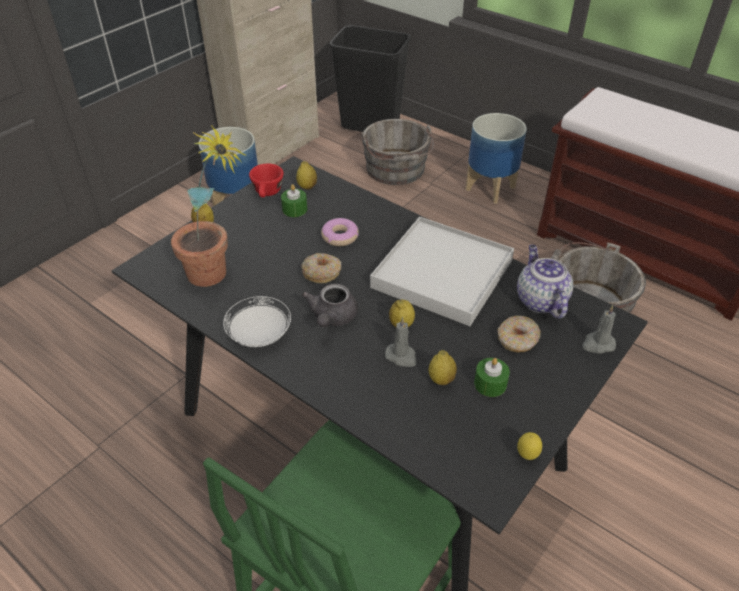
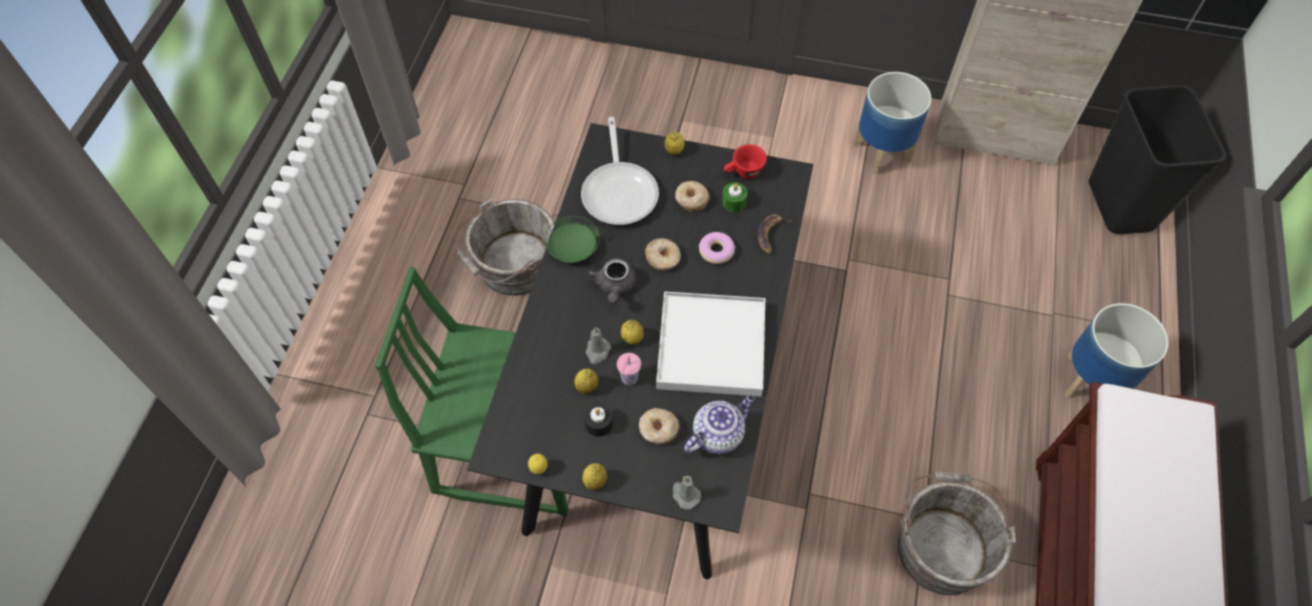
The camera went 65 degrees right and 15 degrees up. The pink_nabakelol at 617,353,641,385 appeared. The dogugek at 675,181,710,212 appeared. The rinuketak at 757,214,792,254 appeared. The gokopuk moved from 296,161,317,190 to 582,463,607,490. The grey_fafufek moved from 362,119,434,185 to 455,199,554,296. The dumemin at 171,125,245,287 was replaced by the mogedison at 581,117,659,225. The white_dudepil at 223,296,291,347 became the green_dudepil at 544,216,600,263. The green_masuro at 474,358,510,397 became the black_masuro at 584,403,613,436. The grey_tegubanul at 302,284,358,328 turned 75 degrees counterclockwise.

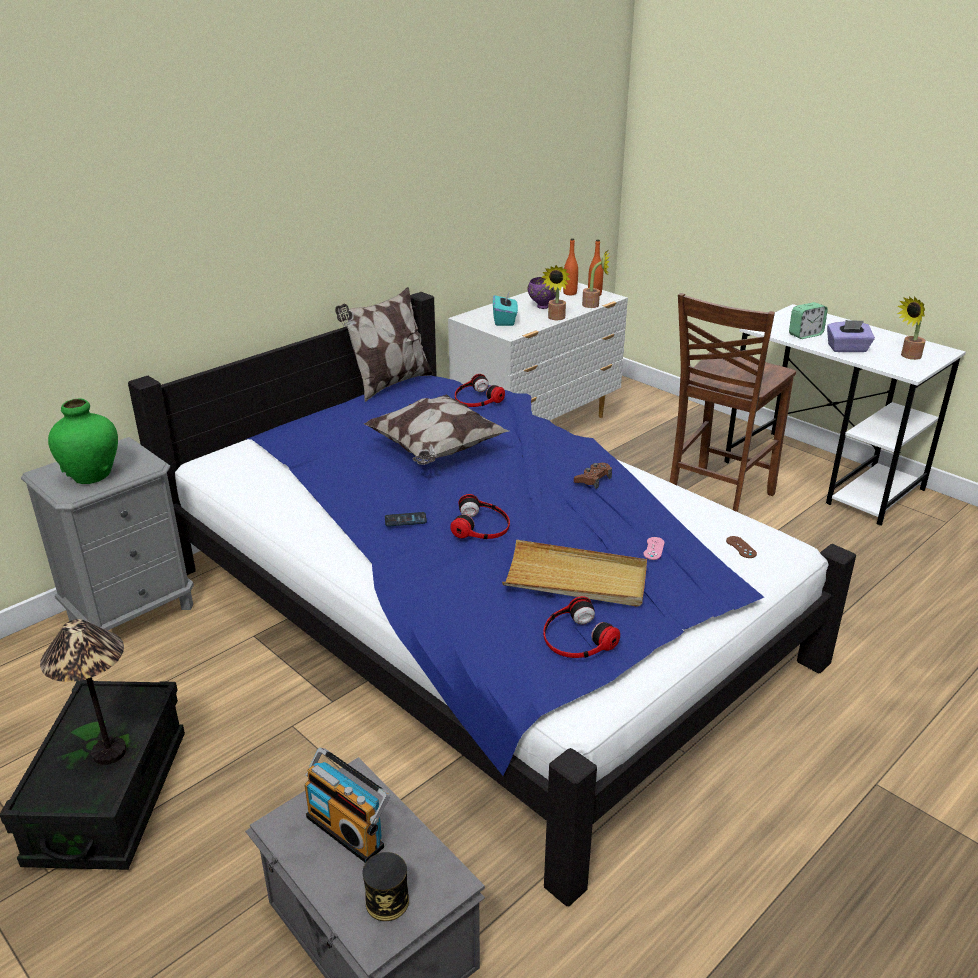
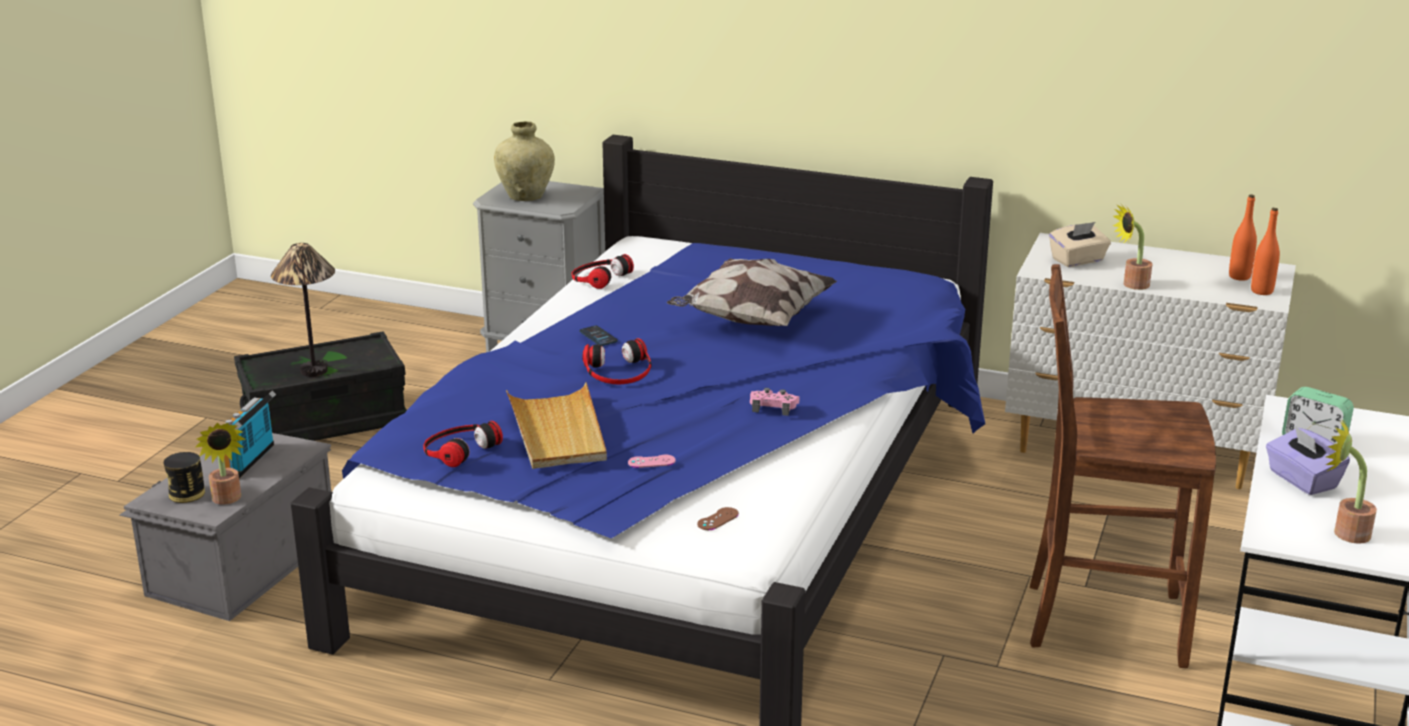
The camera went 65 degrees right and 5 degrees down. The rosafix at 335,287,433,402 disappeared. The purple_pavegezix at 527,277,556,309 disappeared. The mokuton moved from 455,374,505,407 to 571,254,634,289. The dumemin moved from 582,250,610,308 to 195,423,246,505. The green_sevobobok at 48,398,118,484 became the beige_sevobobok at 494,121,555,201. The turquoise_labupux at 493,293,518,326 became the beige_labupux at 1049,222,1111,267. The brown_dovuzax at 574,463,612,489 became the pink_dovuzax at 750,388,799,416.

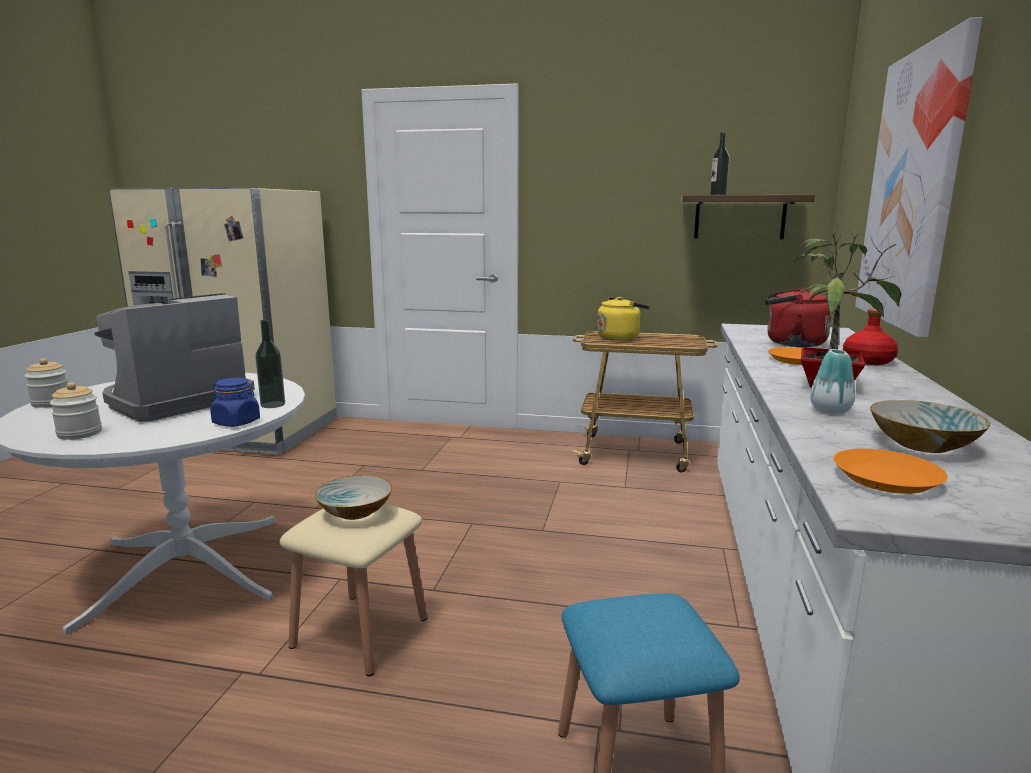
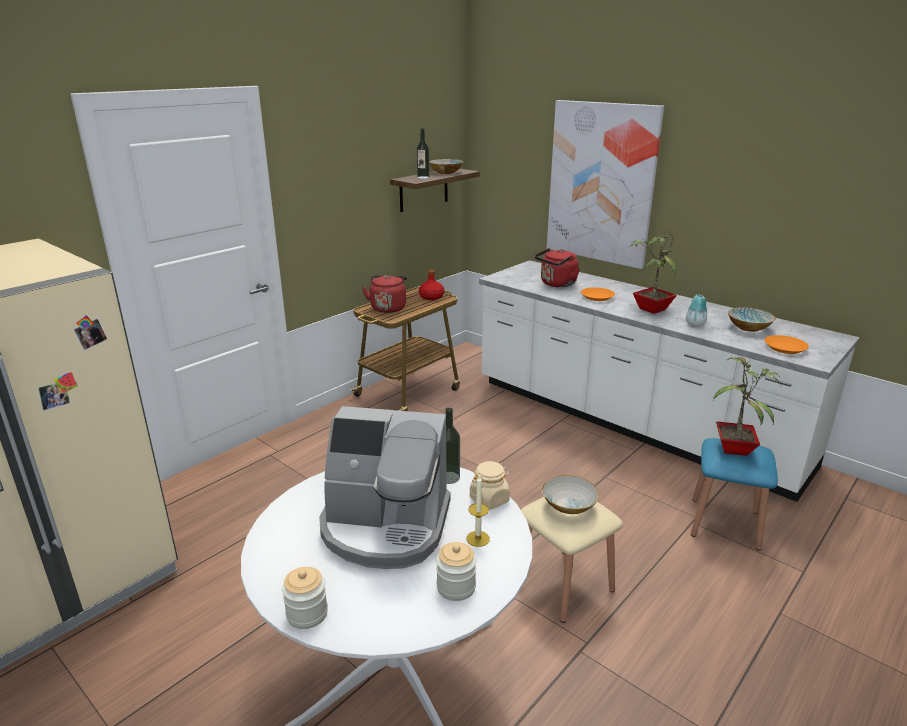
The camera went 60 degrees left and 10 degrees up. The pavegezix at 429,159,463,174 appeared. The masuro at 466,475,490,547 appeared. The dumemin at 713,357,781,456 appeared. The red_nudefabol moved from 843,308,898,365 to 419,270,444,300. The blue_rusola at 210,378,260,427 became the beige_rusola at 470,461,510,510. The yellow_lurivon at 597,297,649,340 became the red_lurivon at 362,275,407,313. The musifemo at 94,293,255,422 turned 60 degrees counterclockwise.

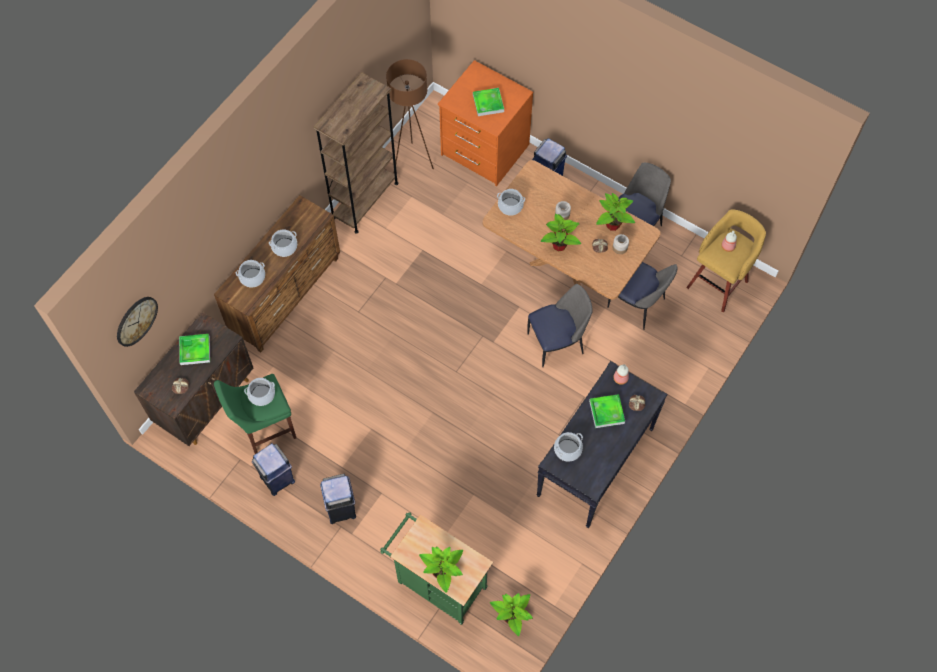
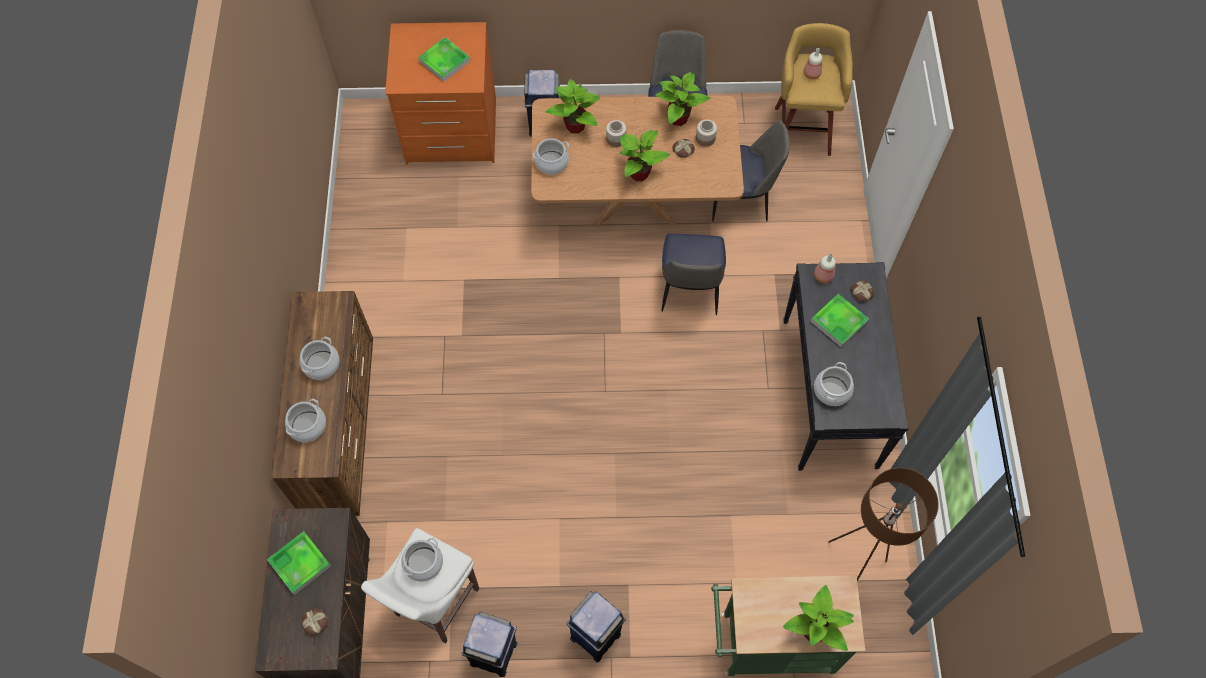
The camera went 35 degrees left and 0 degrees up. The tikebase at 117,297,158,347 disappeared. The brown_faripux at 313,72,398,234 disappeared. The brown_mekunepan moved from 386,59,434,169 to 828,468,939,581. The dumemin moved from 490,593,533,636 to 546,79,600,134. The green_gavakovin at 214,374,296,454 became the white_gavakovin at 361,528,479,644. The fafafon at 527,284,593,367 turned 150 degrees clockwise.

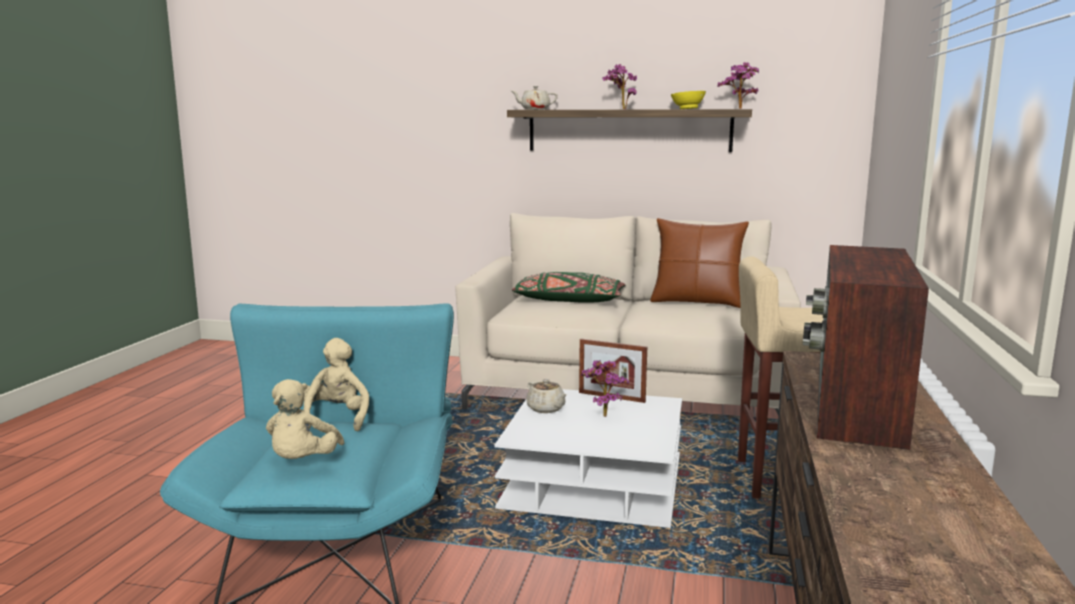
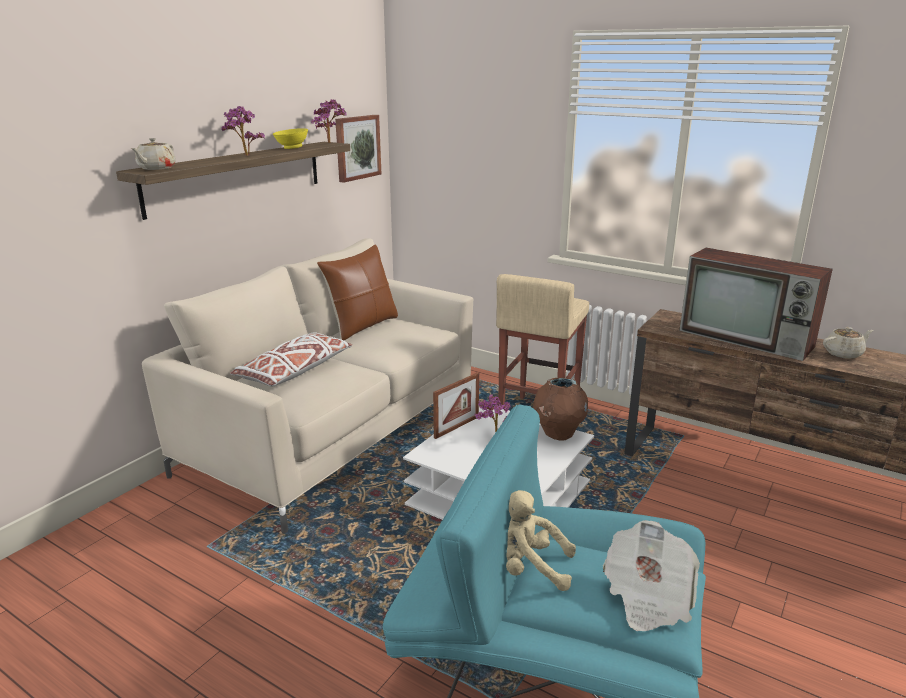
The camera went 70 degrees left and 10 degrees up. The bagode at 335,115,382,183 appeared. The brown_sevobobok at 533,377,588,441 appeared. The beige_tegubanul moved from 526,379,567,413 to 823,327,874,359. The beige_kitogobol at 266,379,345,459 was replaced by the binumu at 603,520,700,631. The green_rosafix at 512,272,625,303 became the white_rosafix at 230,333,352,386.

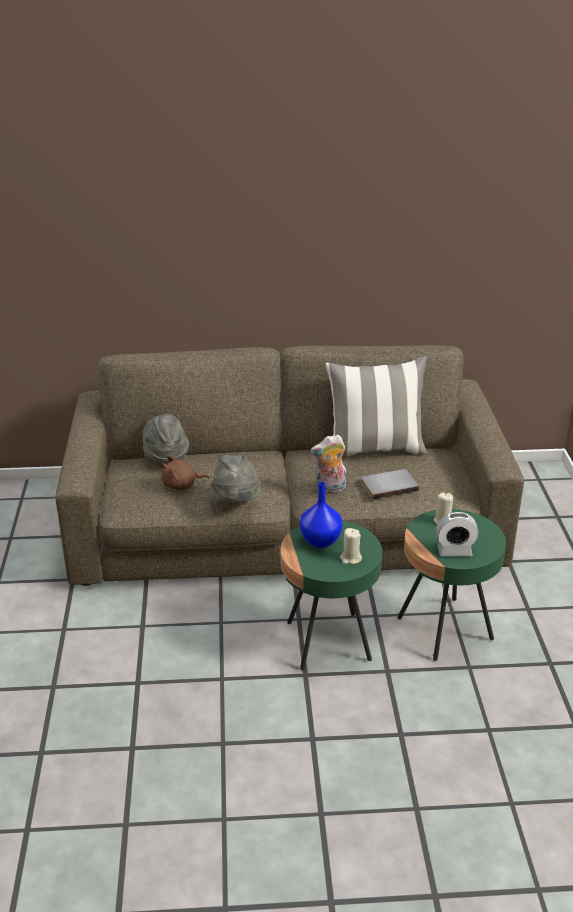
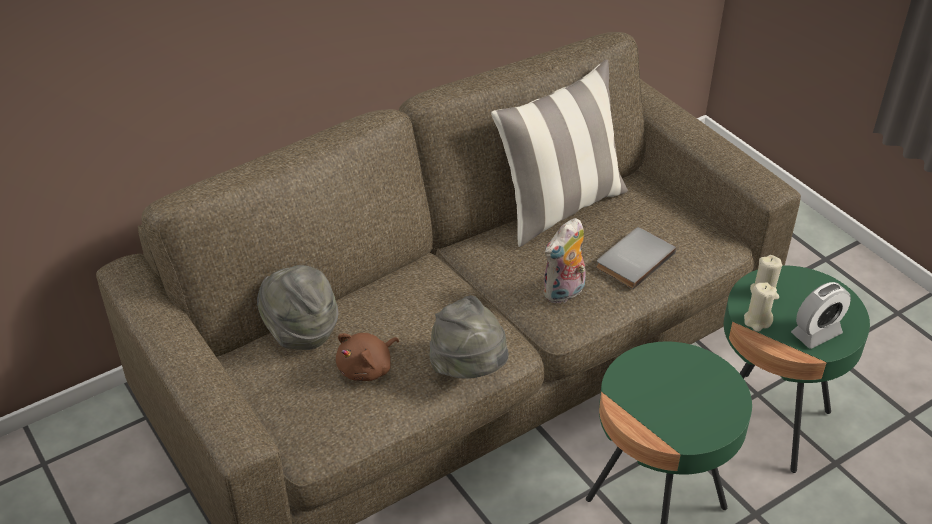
The camera went 30 degrees left and 10 degrees up. The blue_sevobobok at 300,482,343,548 disappeared. The beige_masuro moved from 340,528,362,564 to 744,282,776,332.

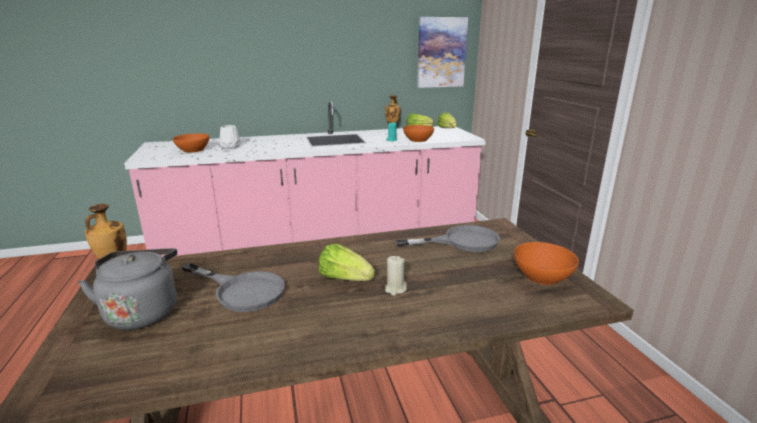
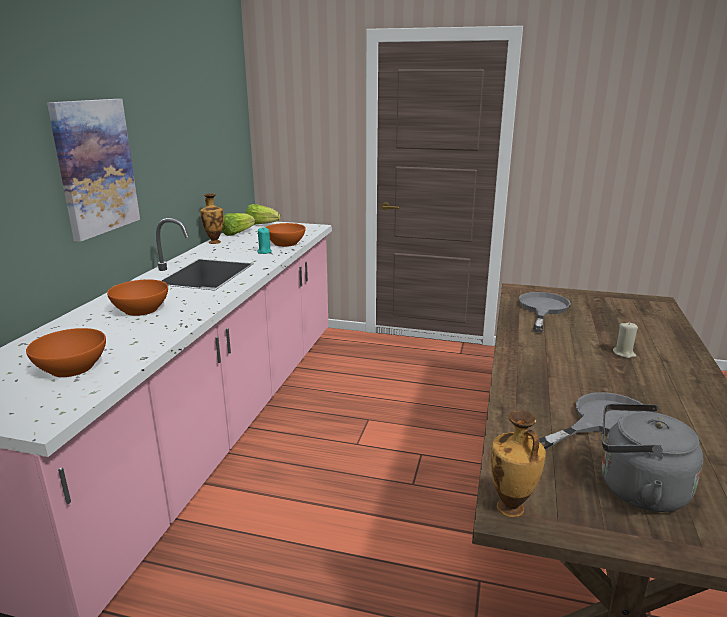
The camera went 60 degrees left and 0 degrees up. The white_sevobobok at 220,125,240,149 disappeared. The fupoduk at 319,243,375,281 disappeared. The bagode moved from 417,17,468,88 to 47,99,140,242. The orange_pavegezix moved from 514,242,579,285 to 107,280,168,316.

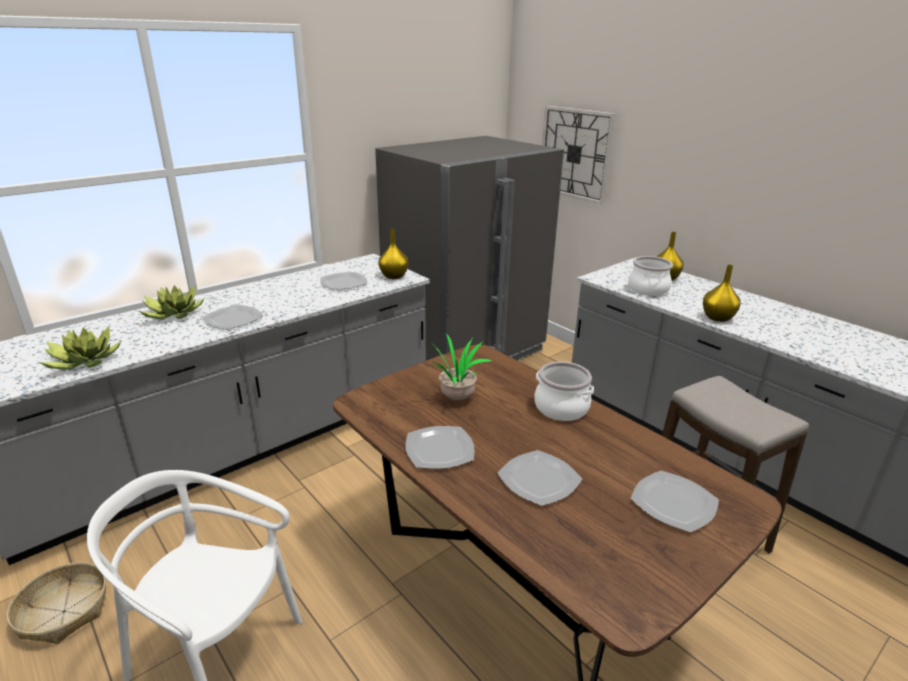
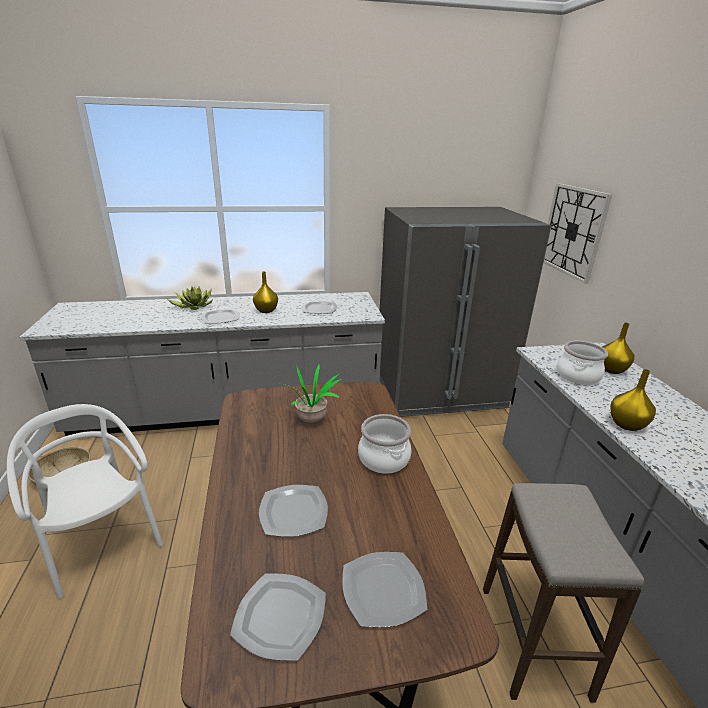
The camera went 30 degrees right and 0 degrees up. The dumemin at 39,326,122,370 disappeared. The yellow_sevobobok moved from 379,229,409,279 to 253,271,278,313. The dudepil moved from 405,426,474,469 to 230,573,326,661.

